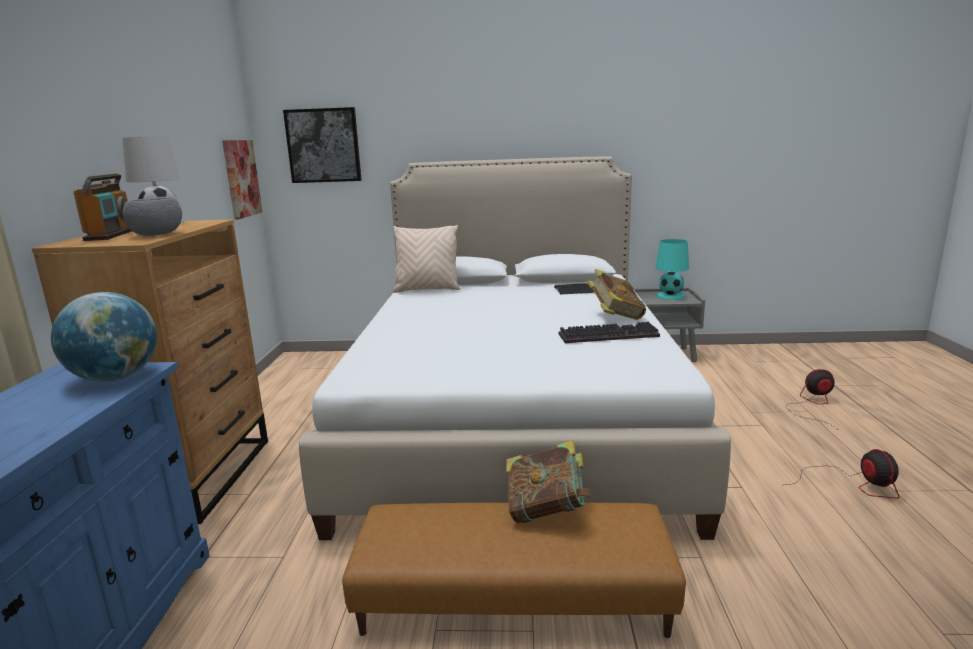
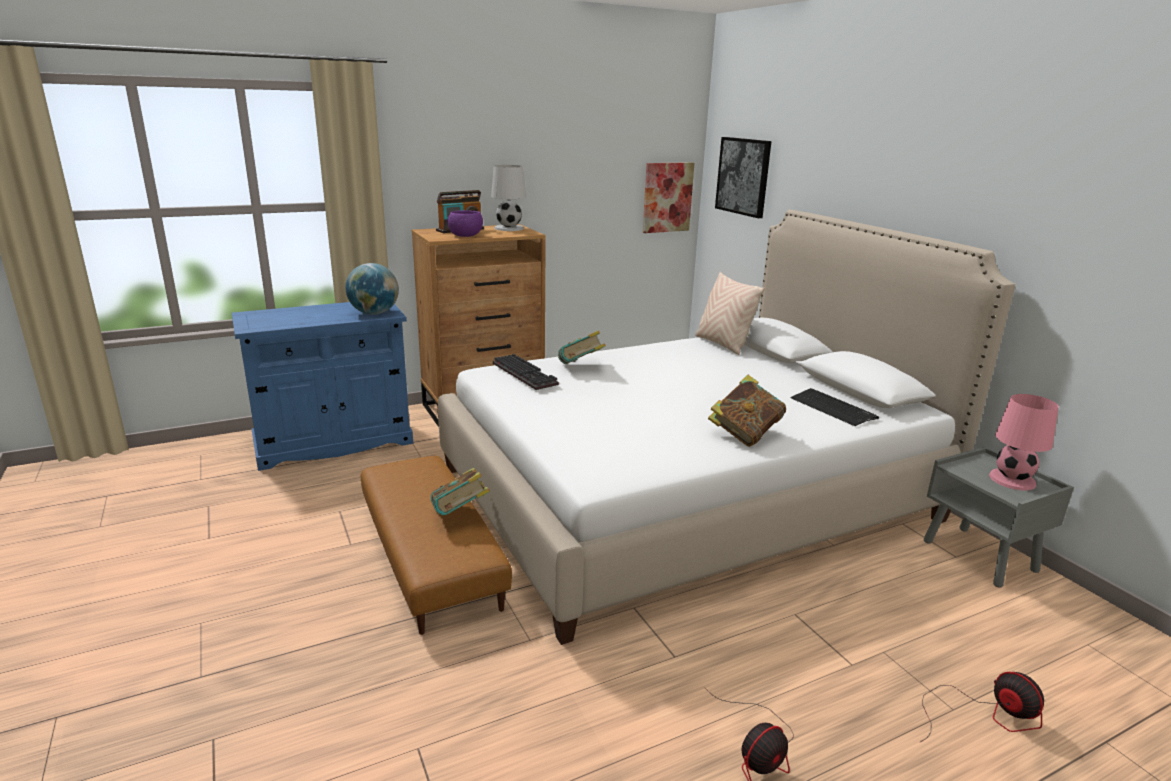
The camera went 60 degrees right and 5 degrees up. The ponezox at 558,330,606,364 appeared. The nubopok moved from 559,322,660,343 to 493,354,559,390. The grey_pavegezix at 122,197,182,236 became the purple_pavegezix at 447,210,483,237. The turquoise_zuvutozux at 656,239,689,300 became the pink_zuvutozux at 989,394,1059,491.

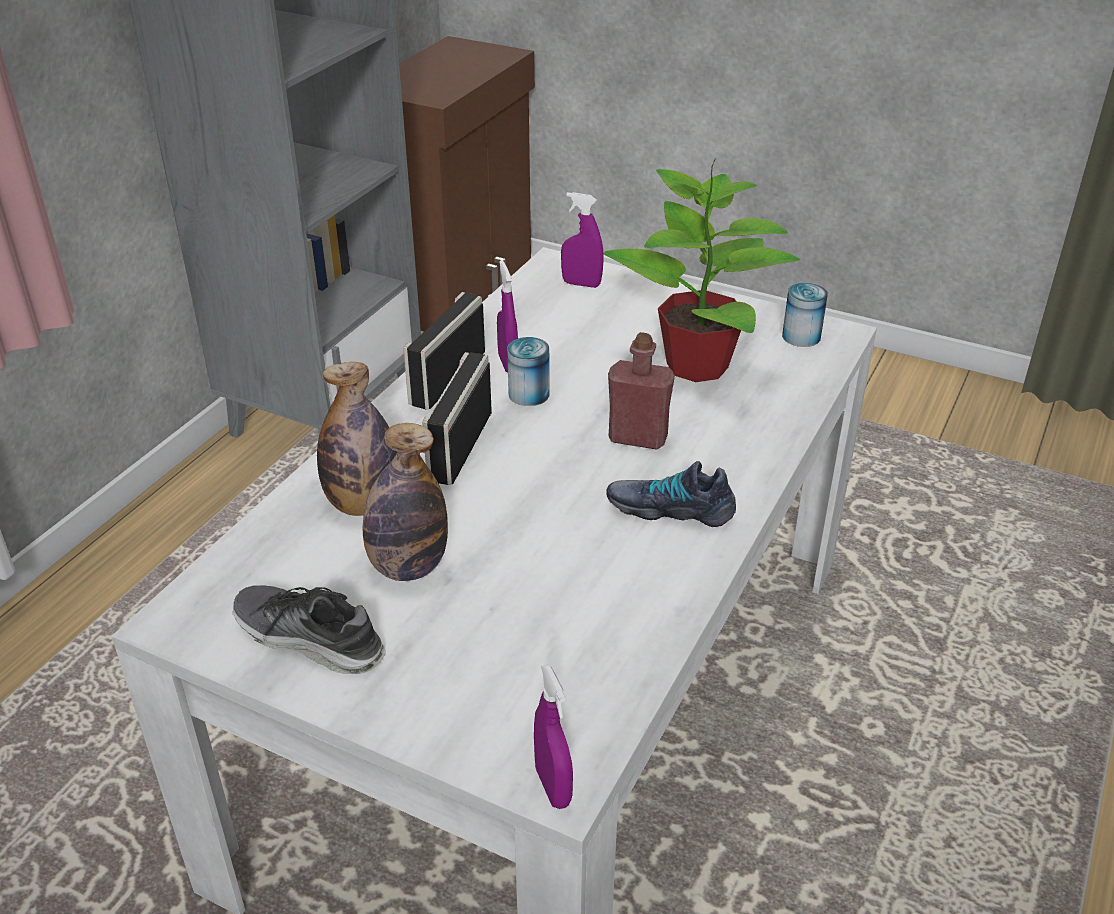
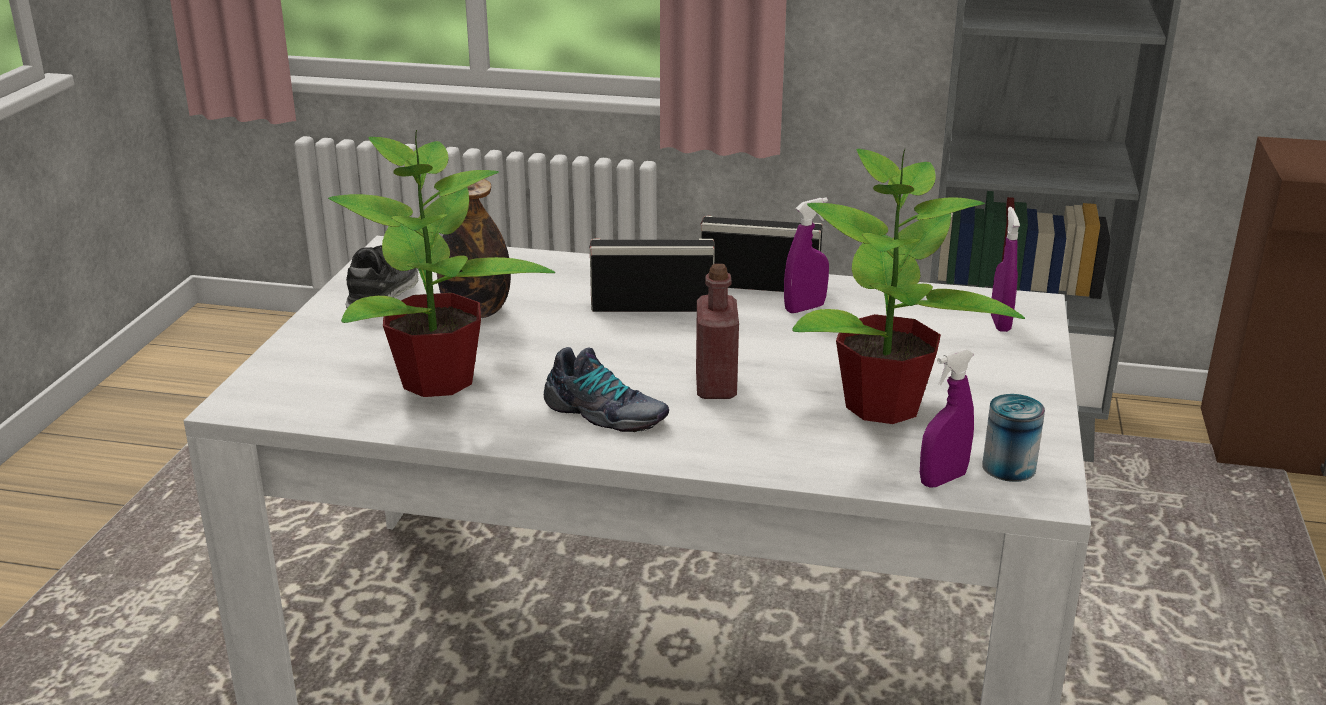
The camera went 75 degrees right and 10 degrees down. The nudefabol at 317,362,397,516 disappeared. The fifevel at 507,337,550,406 disappeared. The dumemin at 328,130,555,397 appeared. The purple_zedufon moved from 534,664,573,809 to 920,348,974,488. The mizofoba at 606,461,736,527 turned 120 degrees clockwise.

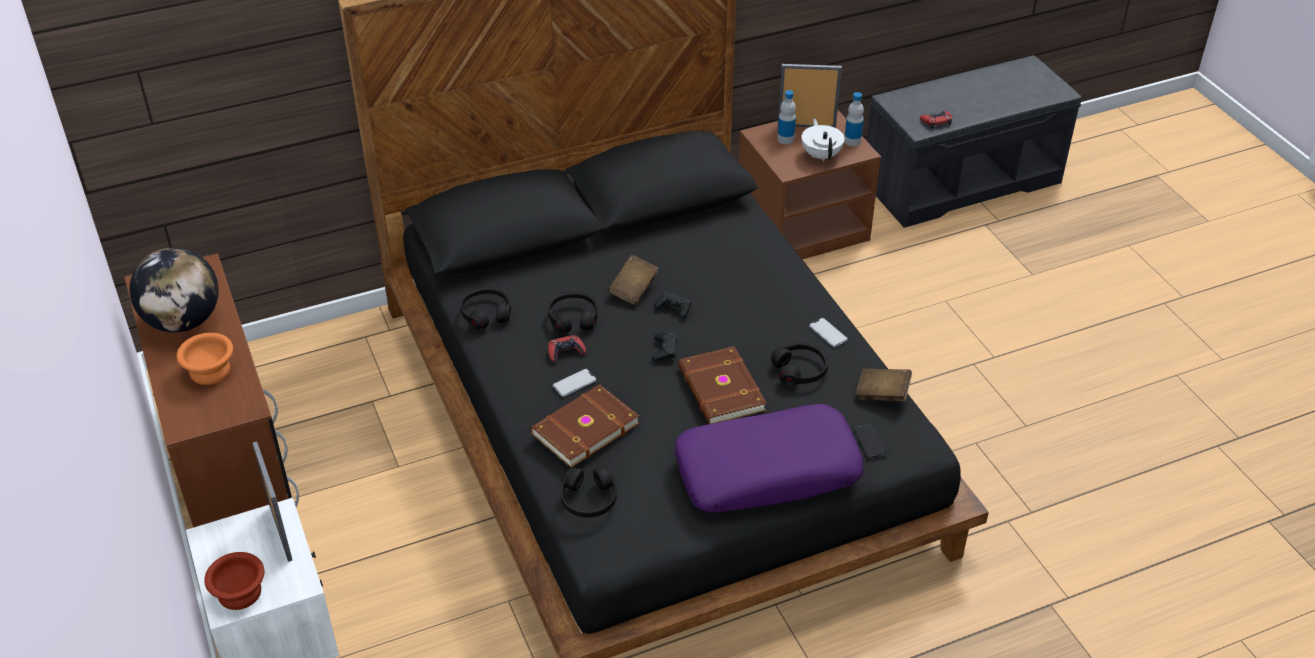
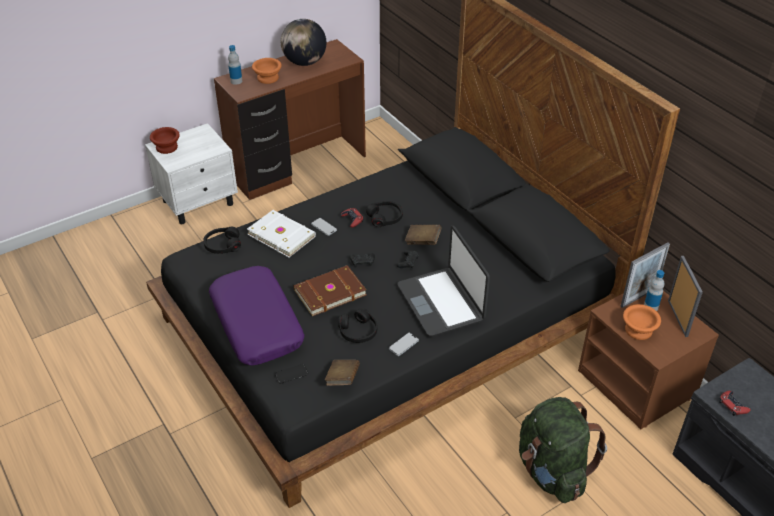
The camera went 80 degrees right and 0 degrees up. The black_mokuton at 460,287,511,330 disappeared. The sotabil at 397,226,490,337 appeared. The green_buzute at 519,397,607,503 appeared. The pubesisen moved from 253,441,292,562 to 620,242,670,308. The nudefabol moved from 844,92,864,147 to 228,45,242,85. The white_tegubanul at 801,119,845,162 was replaced by the orange_pavegezix at 623,304,661,340. The brown_ponezox at 530,384,640,468 became the white_ponezox at 247,210,316,257.

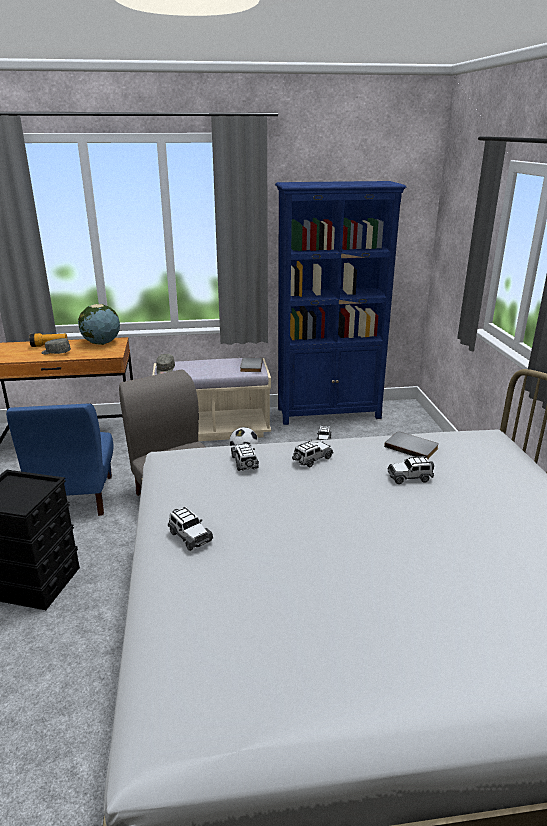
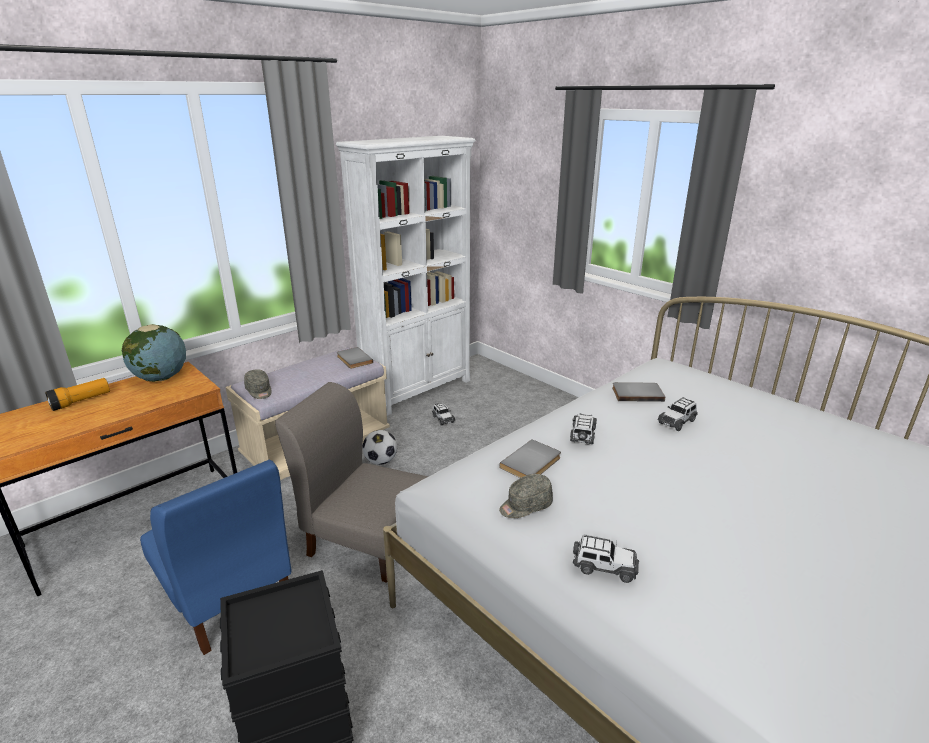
The camera went 35 degrees left and 0 degrees up. The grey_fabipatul moved from 41,338,71,354 to 499,474,553,518. The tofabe at 231,443,259,471 was replaced by the grey_ponezox at 499,439,561,478. The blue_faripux at 275,181,406,425 became the white_faripux at 336,136,476,416.

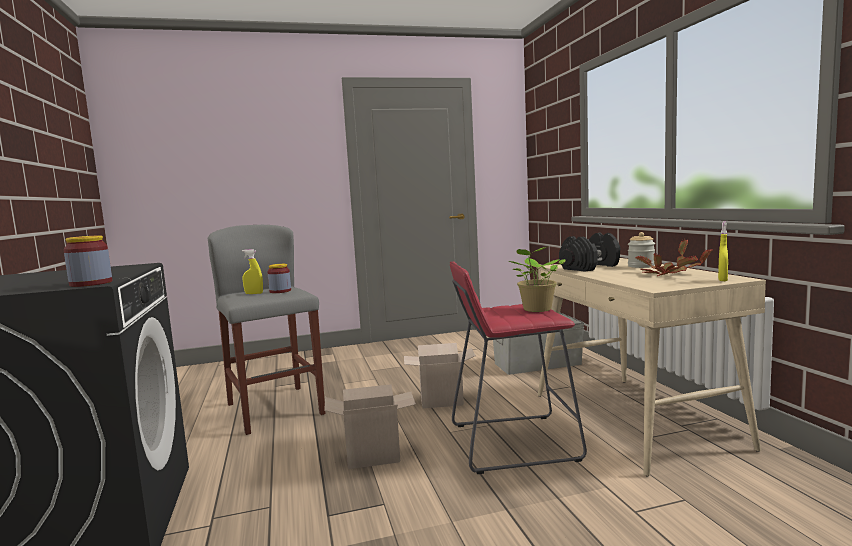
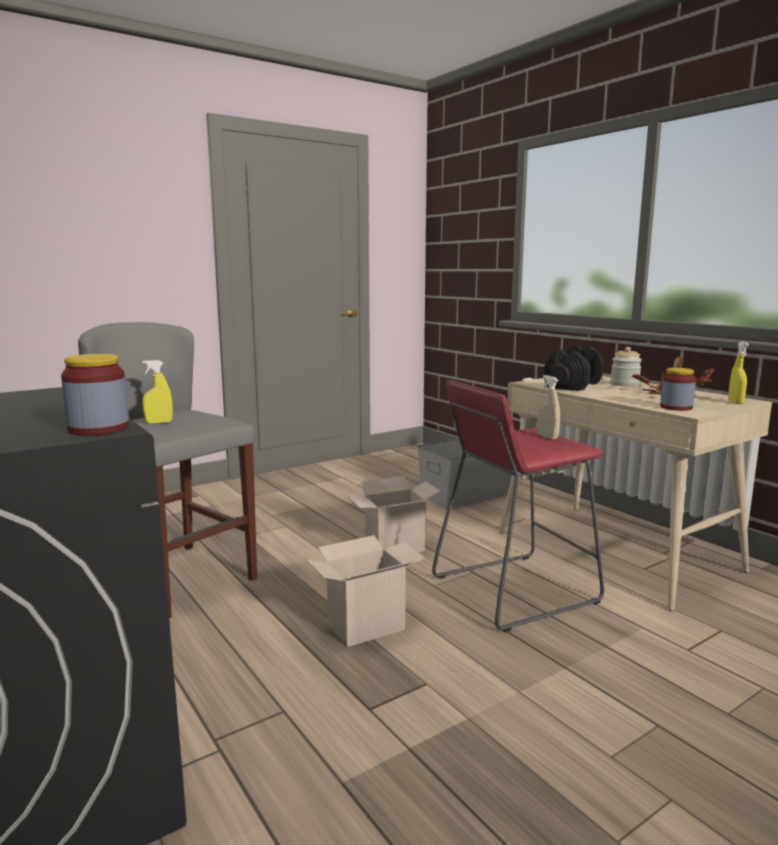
The camera went 20 degrees left and 5 degrees up. The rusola moved from 268,264,291,293 to 660,368,696,411. The dumemin at 509,247,566,312 was replaced by the beige_zedufon at 538,375,560,440.

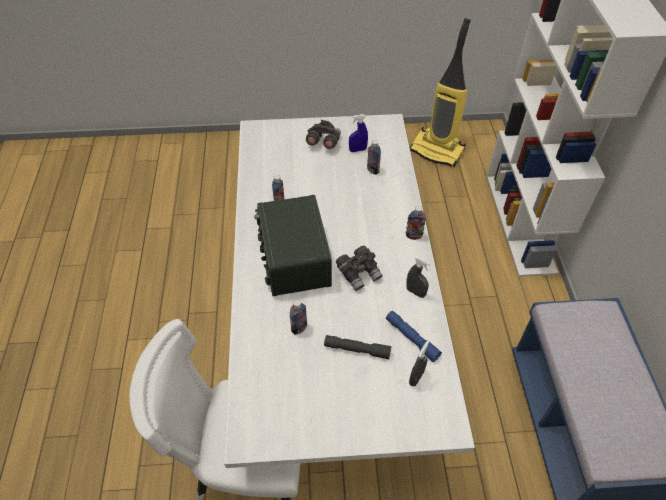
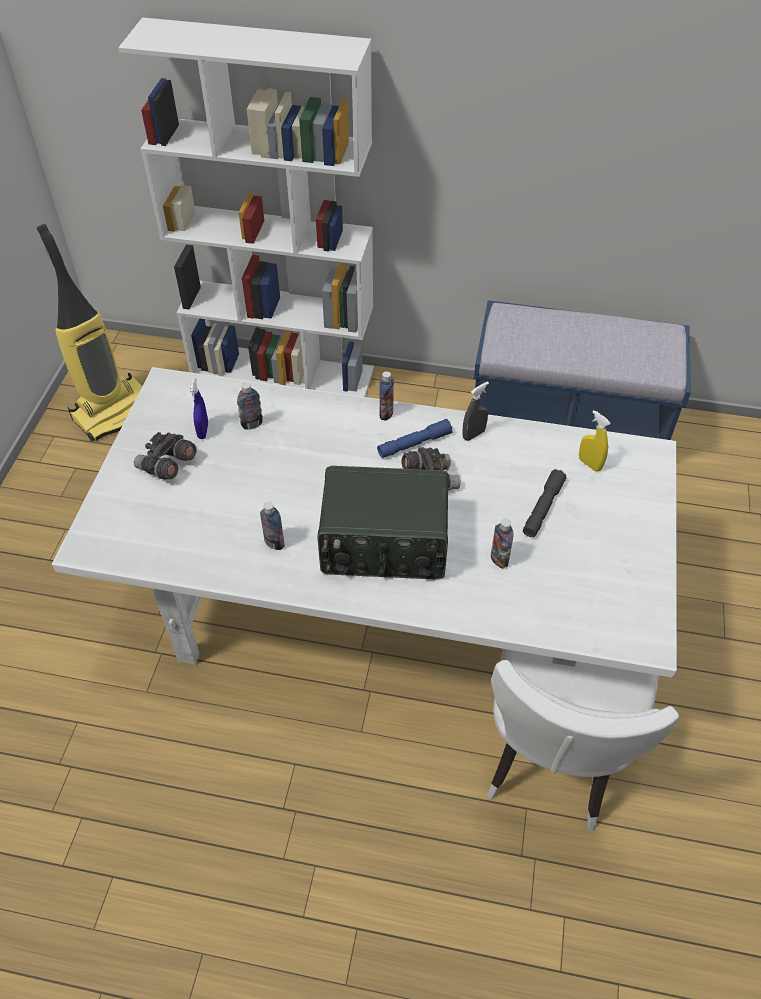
The camera went 75 degrees left and 0 degrees up. The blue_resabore moved from 386,311,442,362 to 377,419,453,458. The grey_zedufon at 409,340,430,386 became the yellow_zedufon at 579,410,611,472.

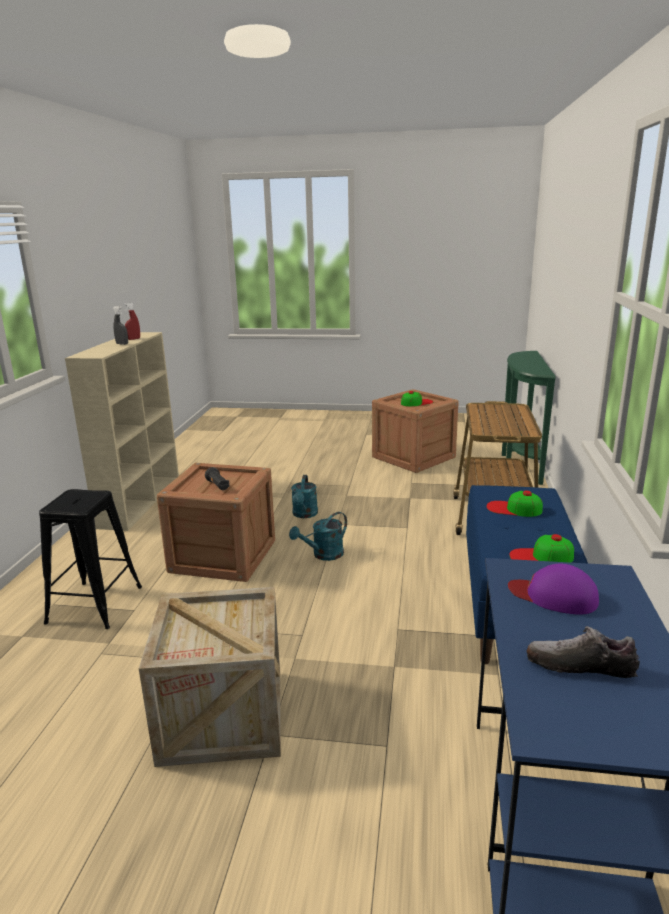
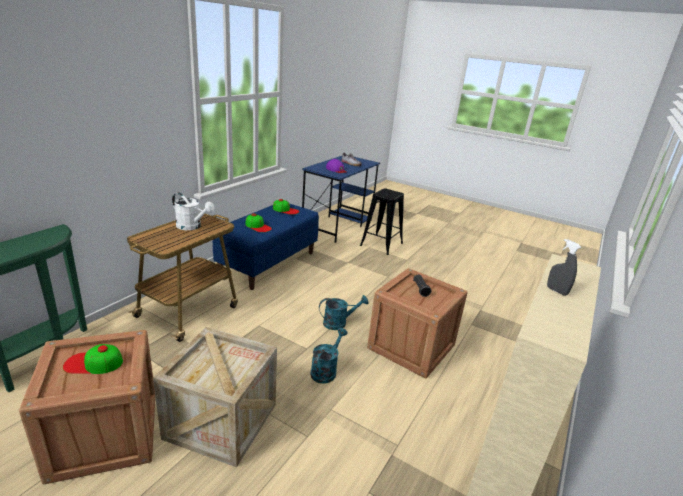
The camera went 160 degrees left and 5 degrees up. The red_zedufon at 124,303,140,340 disappeared. The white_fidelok at 172,192,215,230 appeared. The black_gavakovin moved from 39,489,142,629 to 360,188,404,255. The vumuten moved from 139,587,281,767 to 153,327,277,468.

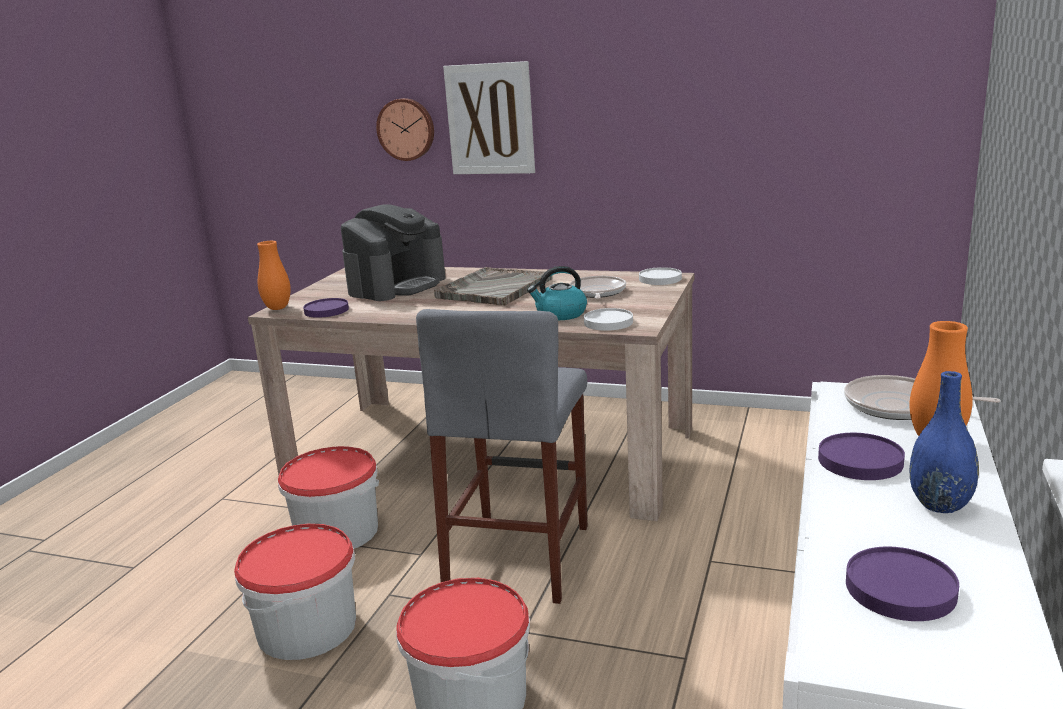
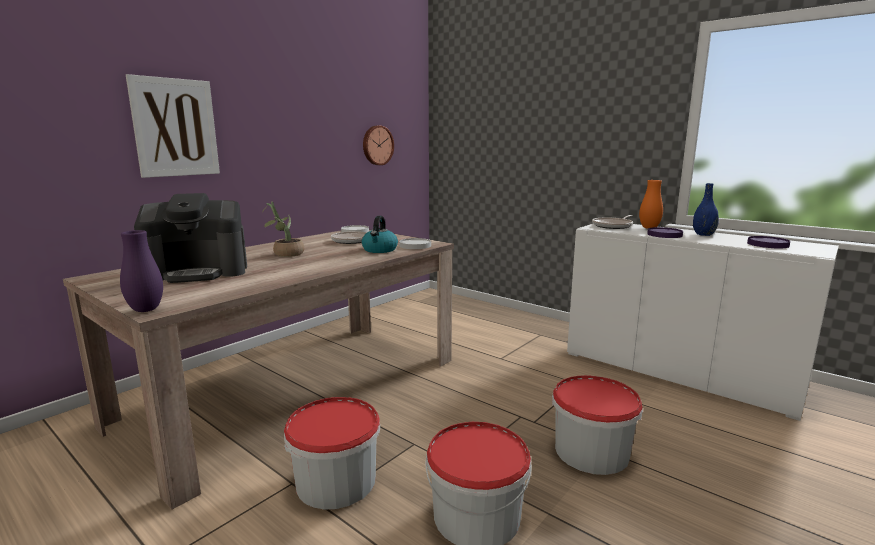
The camera went 70 degrees left and 5 degrees down. The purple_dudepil at 303,298,349,318 disappeared. The grey_gavakovin at 416,309,588,604 disappeared. The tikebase moved from 376,98,434,161 to 363,125,394,165. The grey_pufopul at 434,267,552,306 was replaced by the dumemin at 262,201,304,257. The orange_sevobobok at 257,241,291,310 became the purple_sevobobok at 120,230,163,312. The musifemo at 341,204,446,301 turned 105 degrees clockwise.

